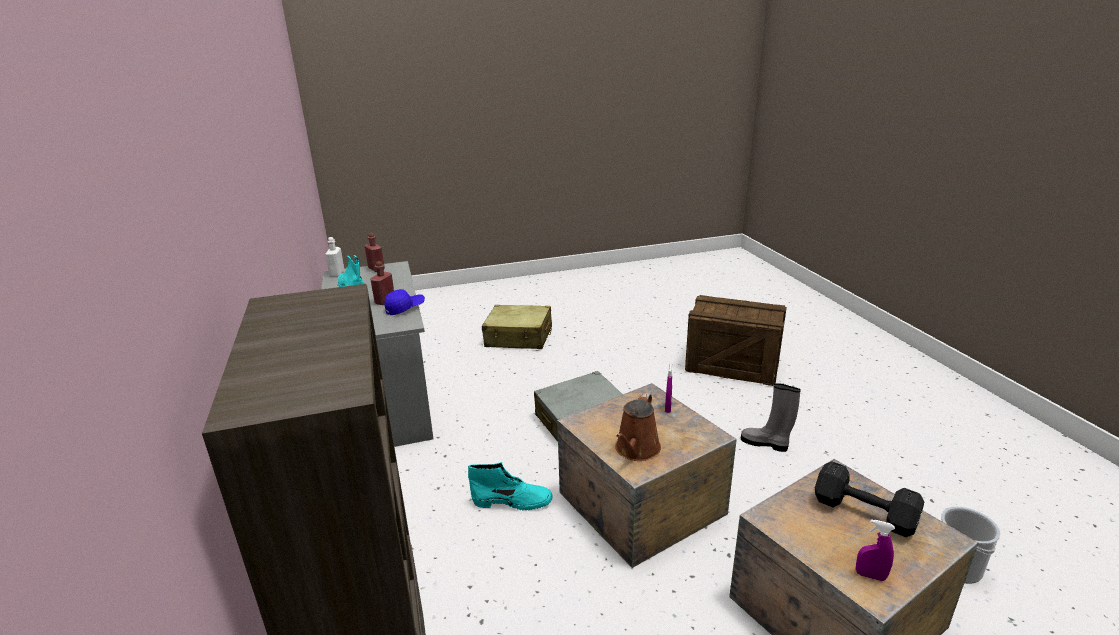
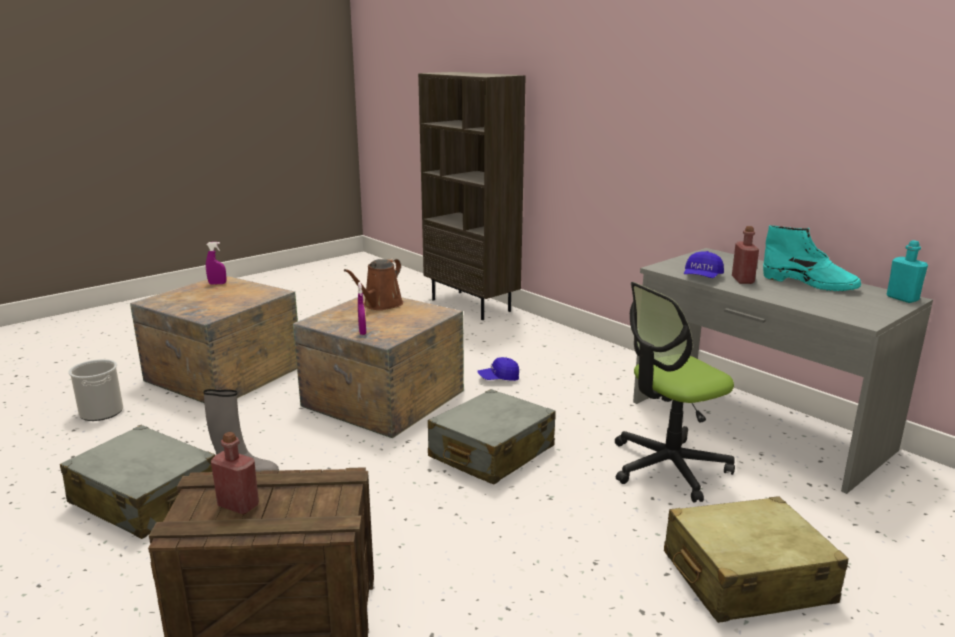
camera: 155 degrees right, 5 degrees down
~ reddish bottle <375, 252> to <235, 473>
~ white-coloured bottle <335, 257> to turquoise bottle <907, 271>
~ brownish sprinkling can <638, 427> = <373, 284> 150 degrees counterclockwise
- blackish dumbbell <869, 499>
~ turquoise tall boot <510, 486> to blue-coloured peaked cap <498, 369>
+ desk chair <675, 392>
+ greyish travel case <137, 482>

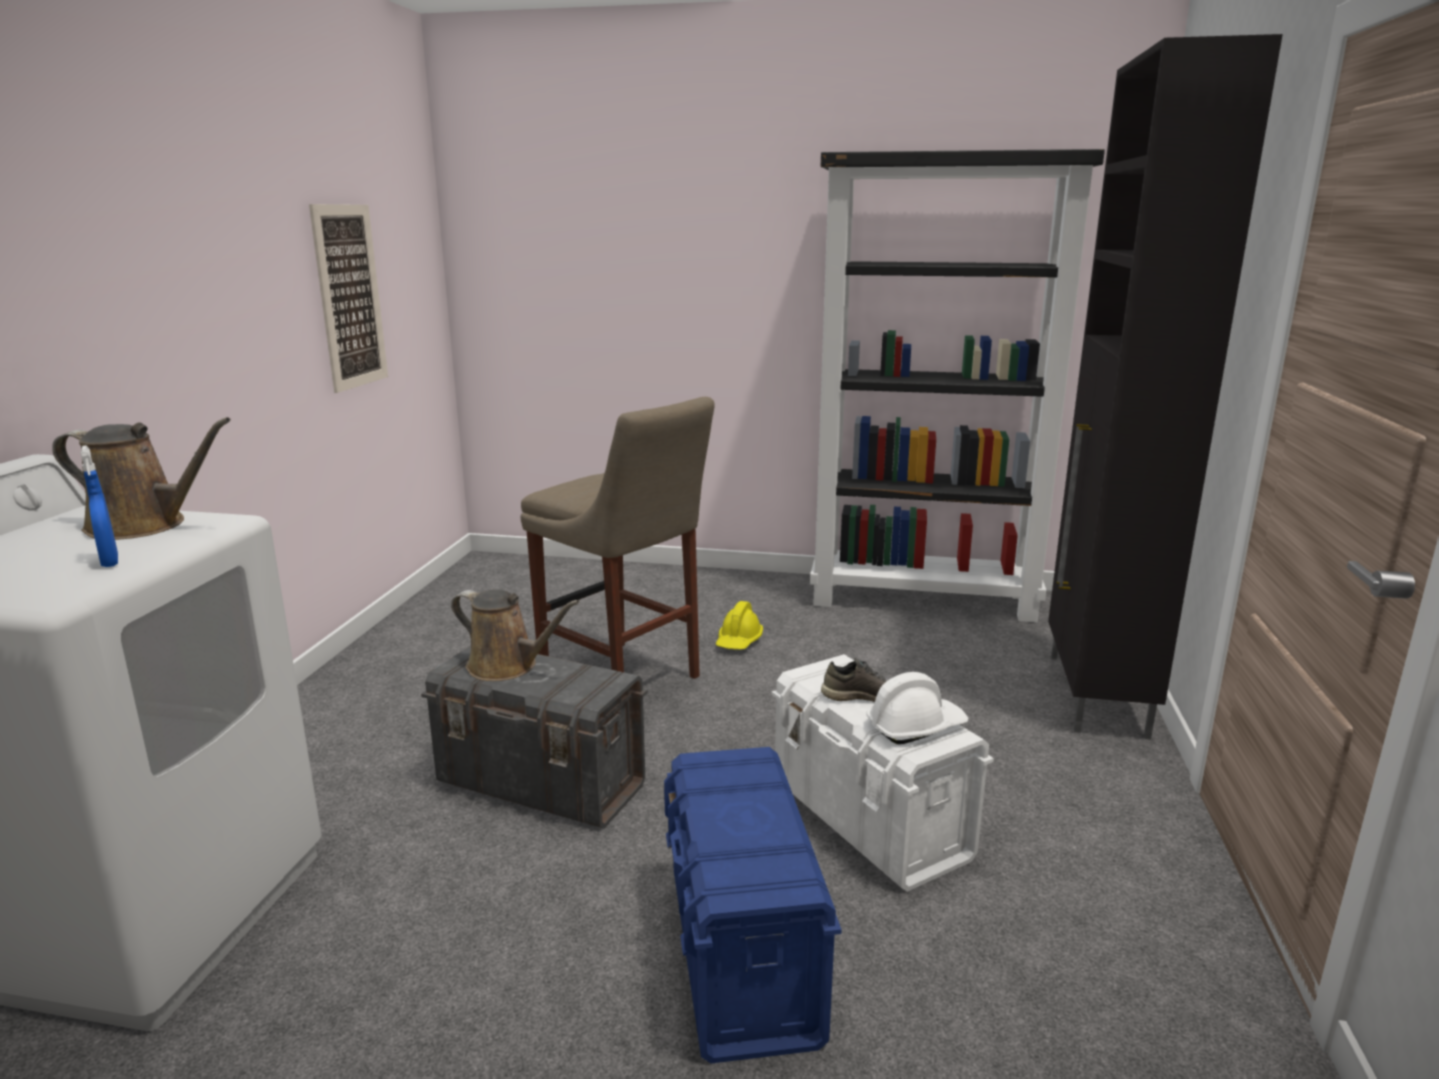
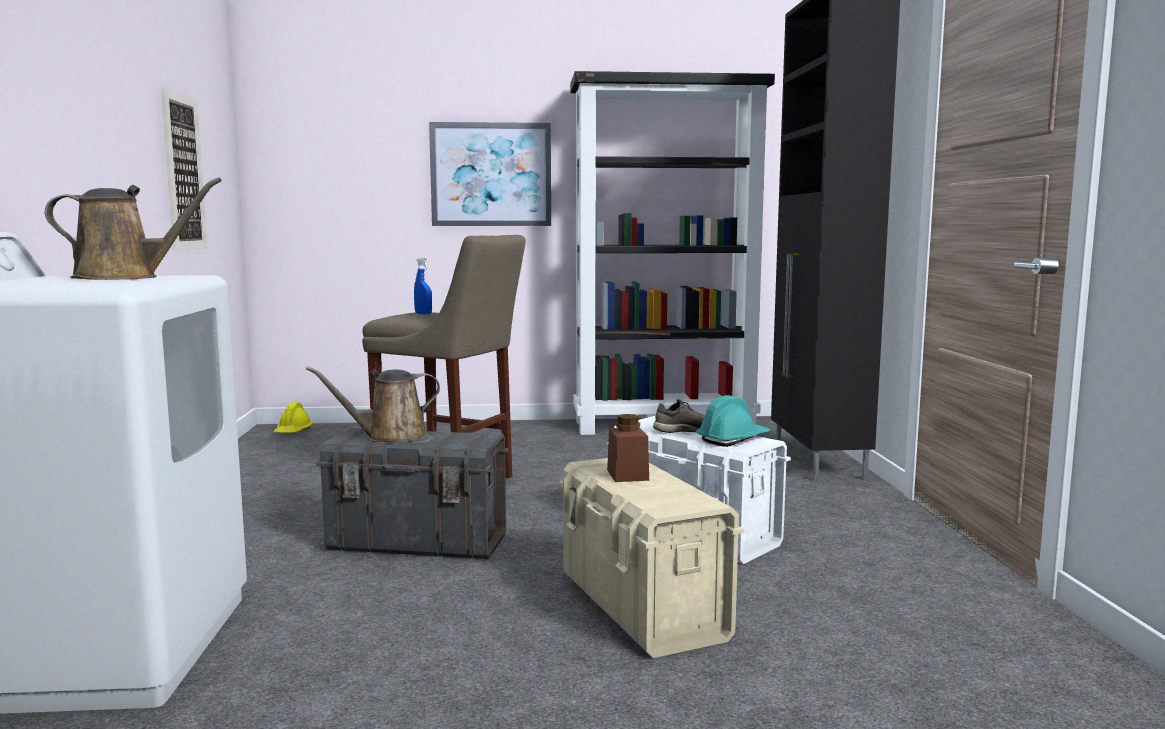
camera: 15 degrees left, 10 degrees down
~ blue-coloured hand sprayer <99, 506> to <423, 286>
~ brownish sprinkling can <515, 635> = <373, 404> 150 degrees clockwise
~ yellow work helmet <739, 625> to <293, 417>
~ white-coloured work helmet <917, 708> to turquoise work helmet <733, 421>
~ blue-coloured storage bin <753, 905> to beige storage bin <651, 558>
+ wall picture <490, 174>
+ brownish storage jar <628, 448>

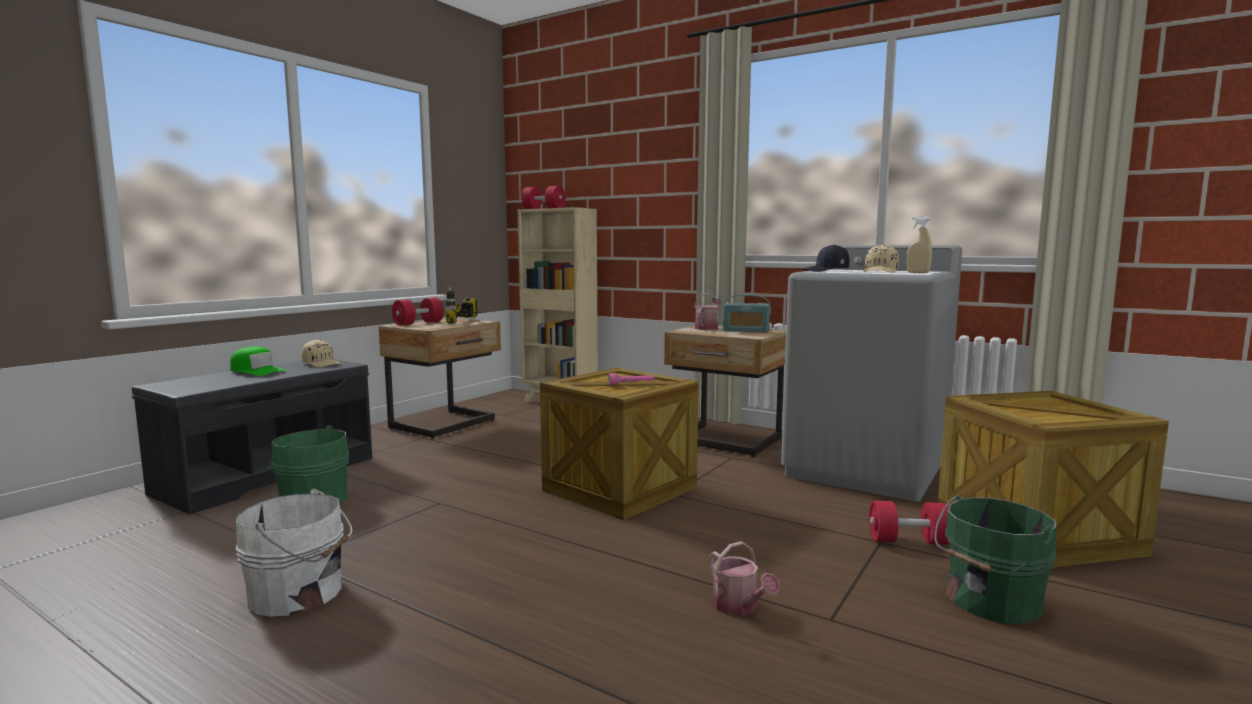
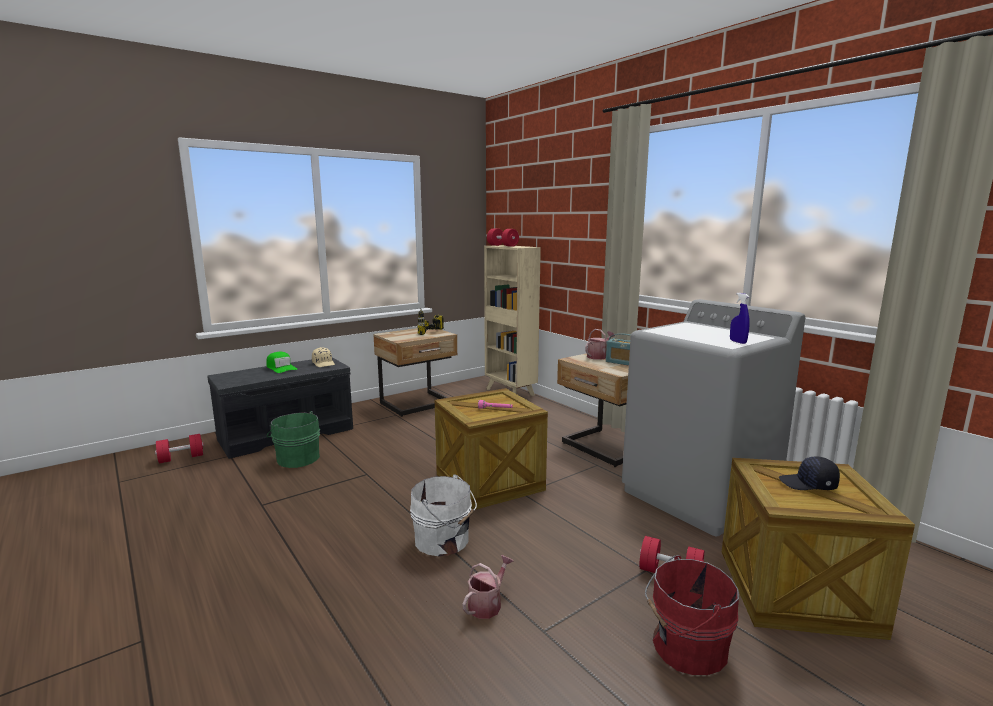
camera: 20 degrees right, 5 degrees up
~ beige hand sprayer <919, 244> to blue-coloured hand sprayer <740, 318>
~ blackish peaked cap <825, 258> to <809, 473>
- beige peaked cap <881, 259>
~ reddish dumbbell <418, 312> to <179, 448>
~ white-coloured water bucket <293, 552> to <443, 515>
~ green water bucket <996, 559> to reddish water bucket <692, 615>
~ sprinkling can <744, 578> = <487, 587> 135 degrees counterclockwise

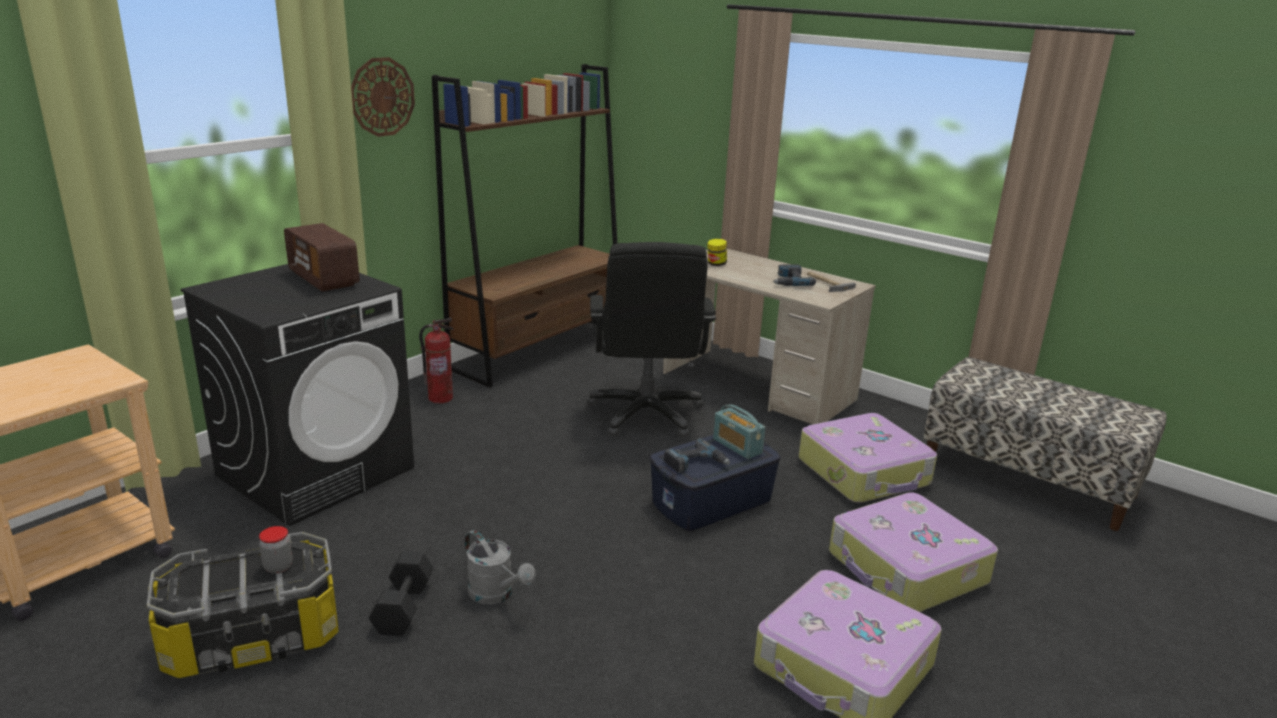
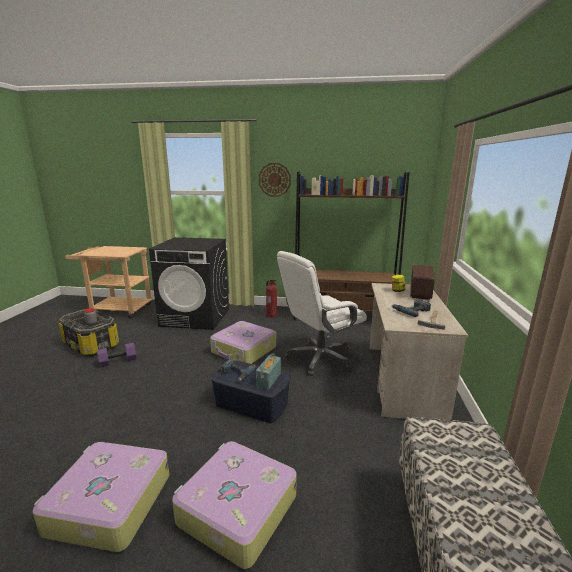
camera: 60 degrees right, 5 degrees down
~ radio receiver <321, 257> to <422, 282>
~ blackish desk chair <651, 340> to white-coloured desk chair <322, 313>
~ travel case <868, 458> to <243, 342>
- greyish sprinkling can <500, 567>
~ blackish dumbbell <401, 593> to purple-coloured dumbbell <117, 355>

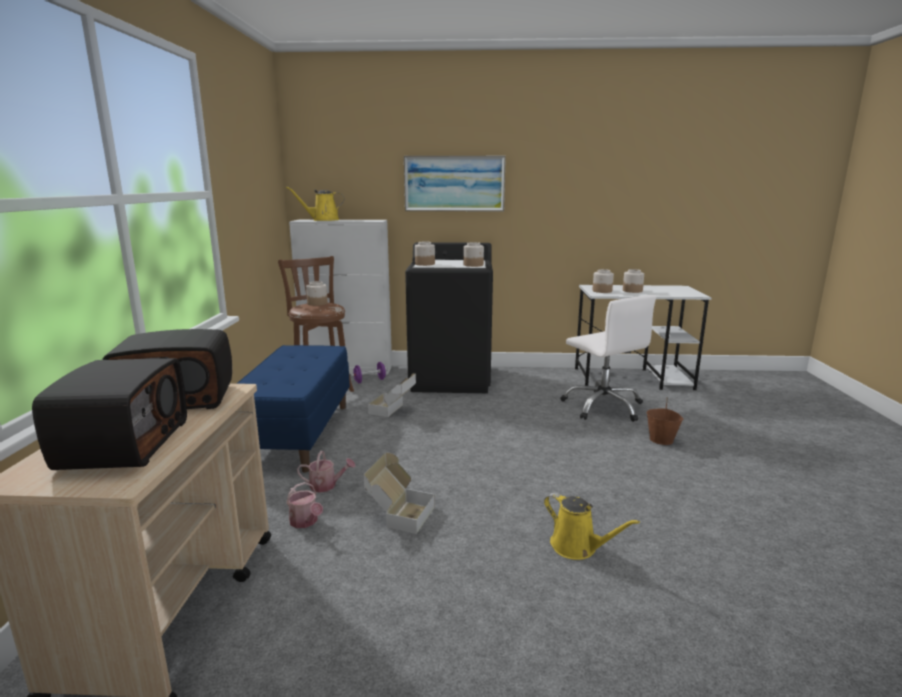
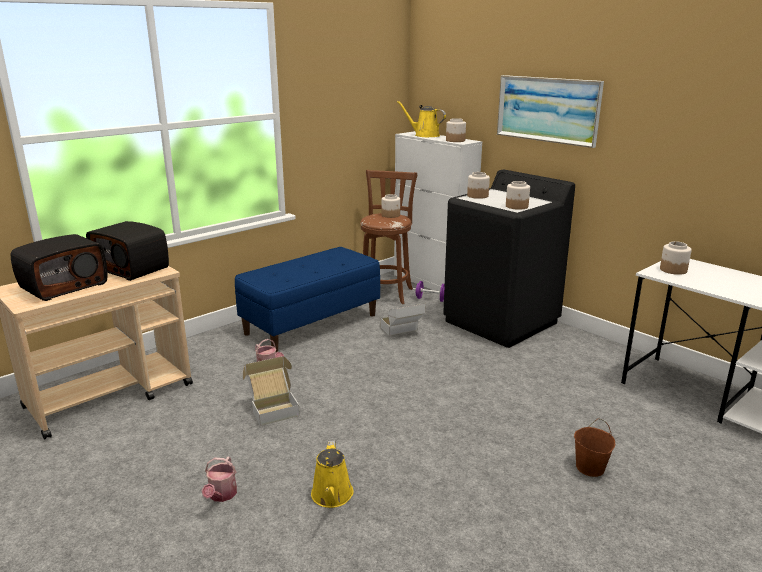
camera: 45 degrees right, 5 degrees up
~ storage jar <633, 281> to <456, 130>
- white-coloured desk chair <608, 358>
~ sprinkling can <304, 505> to <219, 479>

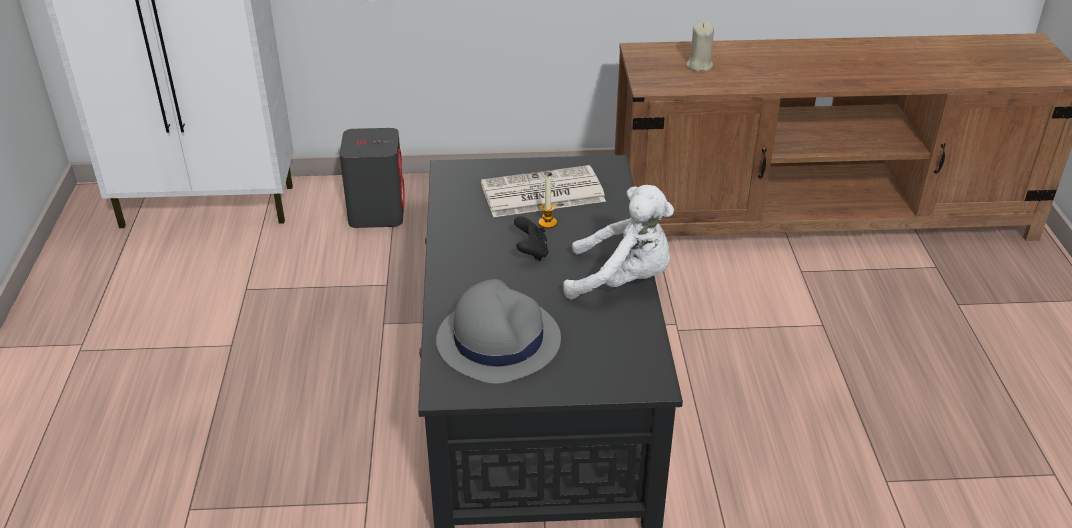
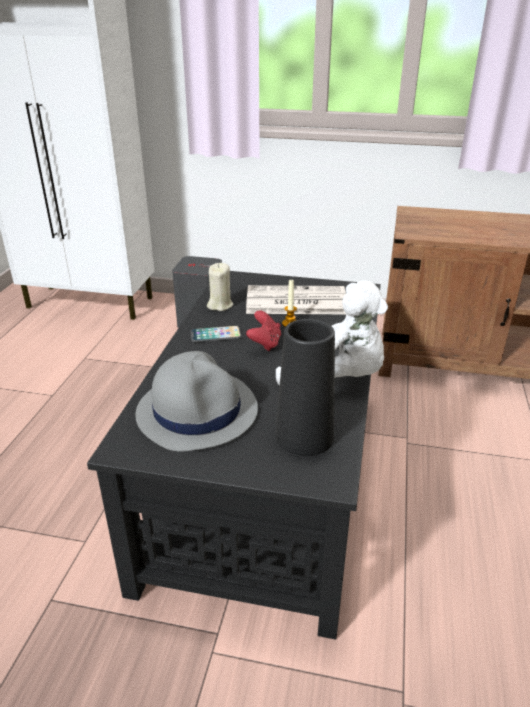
camera: 15 degrees right, 5 degrees down
~ beige wax light <700, 46> to <220, 287>
~ blackish game controller <531, 238> to reddish game controller <263, 331>
+ blackish decorative vase <305, 387>
+ handset <216, 334>

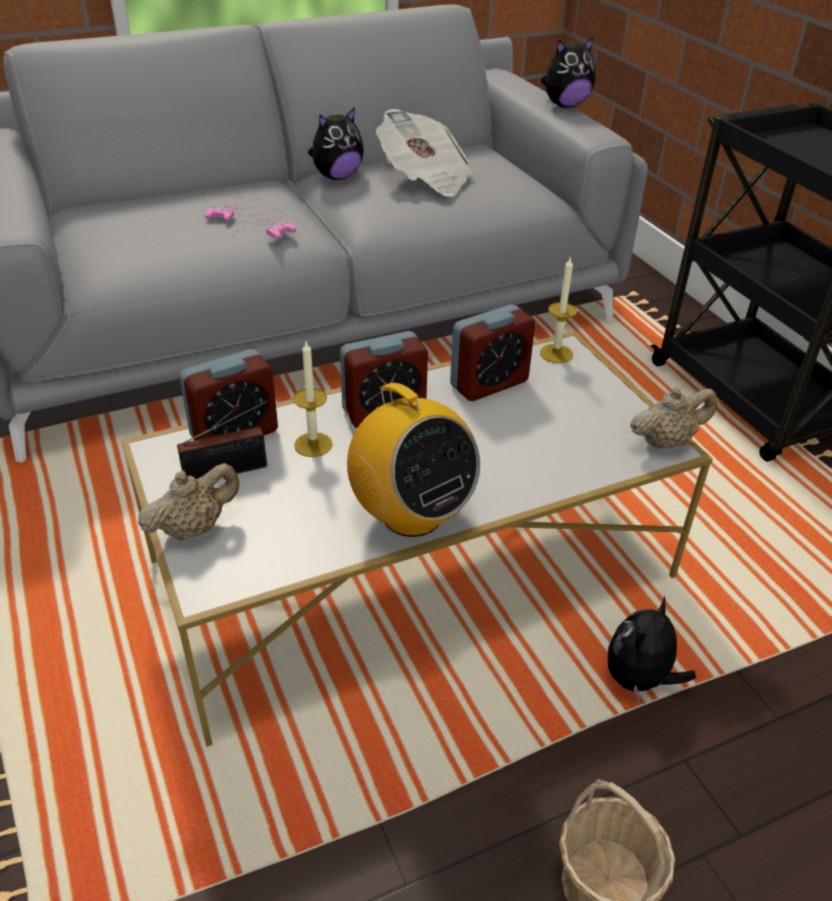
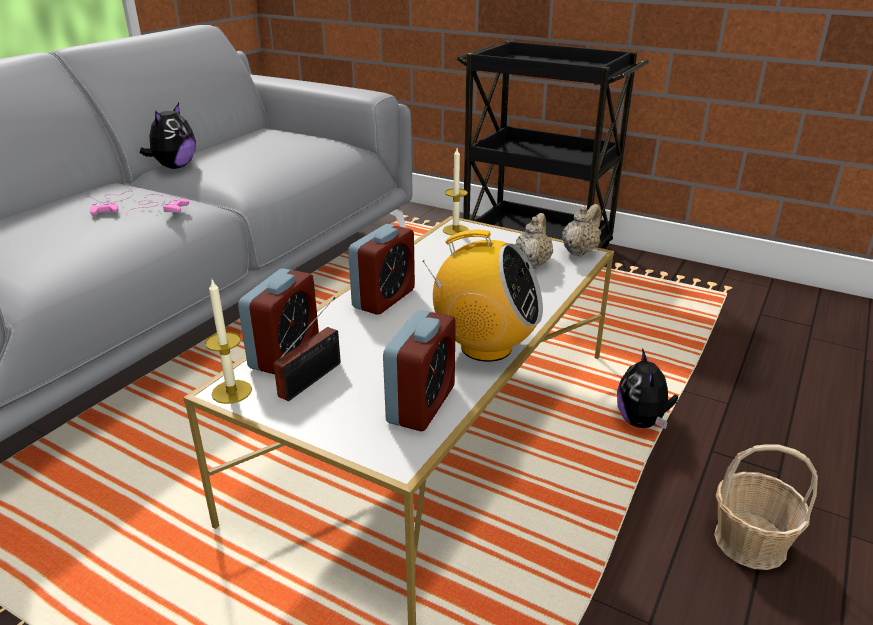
camera: 35 degrees left, 10 degrees down
- soft toy <568, 72>
- daily paper <425, 153>
~ alarm clock <492, 352> to <419, 370>
~ wax light <313, 399> to <228, 342>
~ beige teapot <189, 502> to <534, 241>

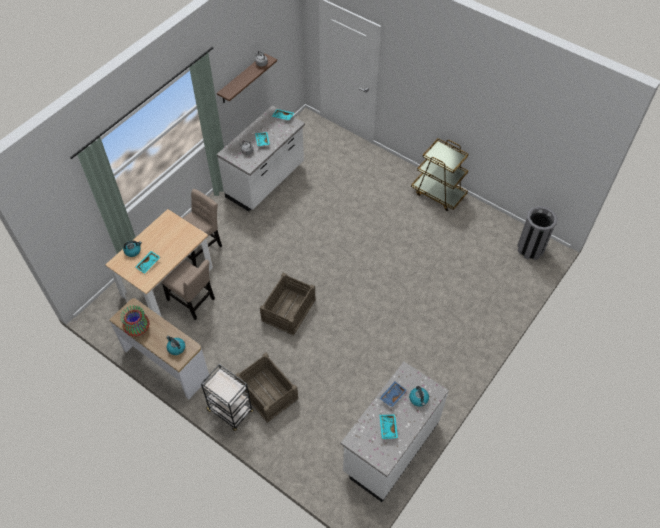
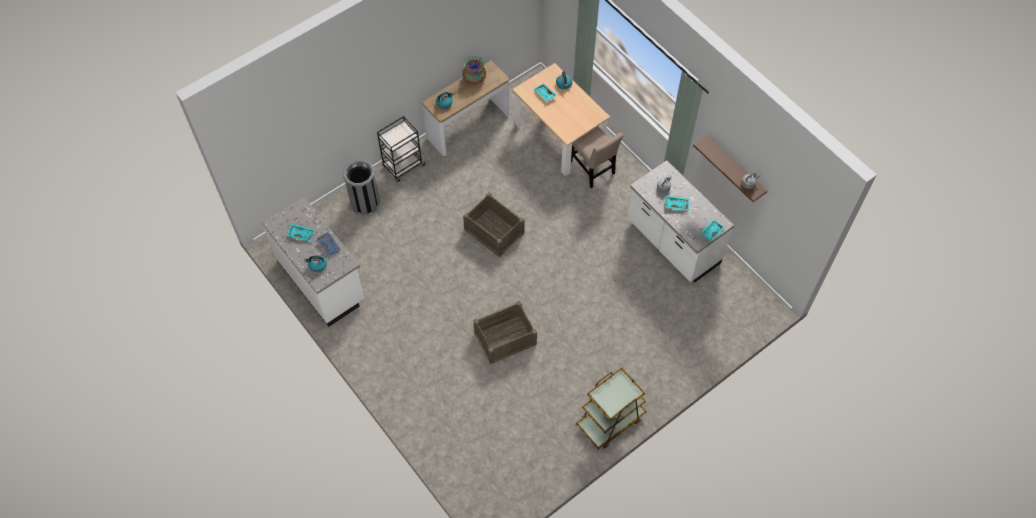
camera: 105 degrees right, 5 degrees up
~ greyish rubbish bin <537, 233> to <361, 187>
- beige chair <188, 290>
~ shipping crate <266, 388> to <505, 332>

